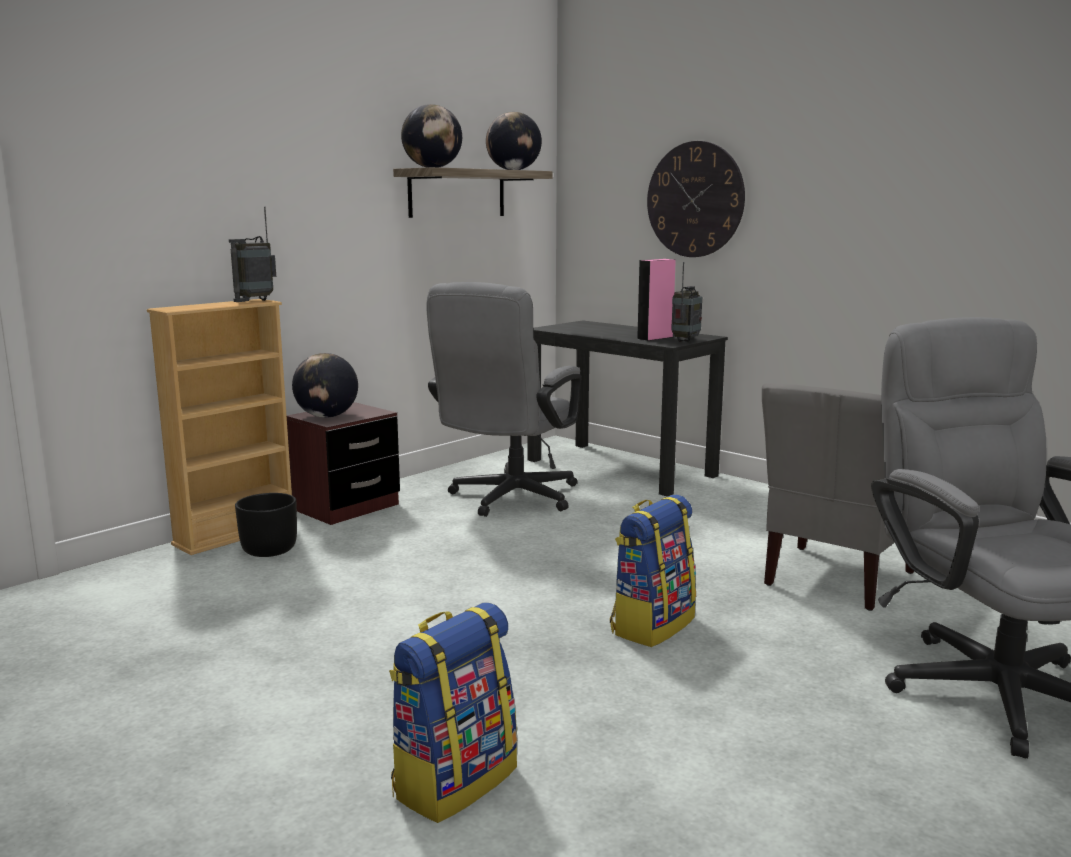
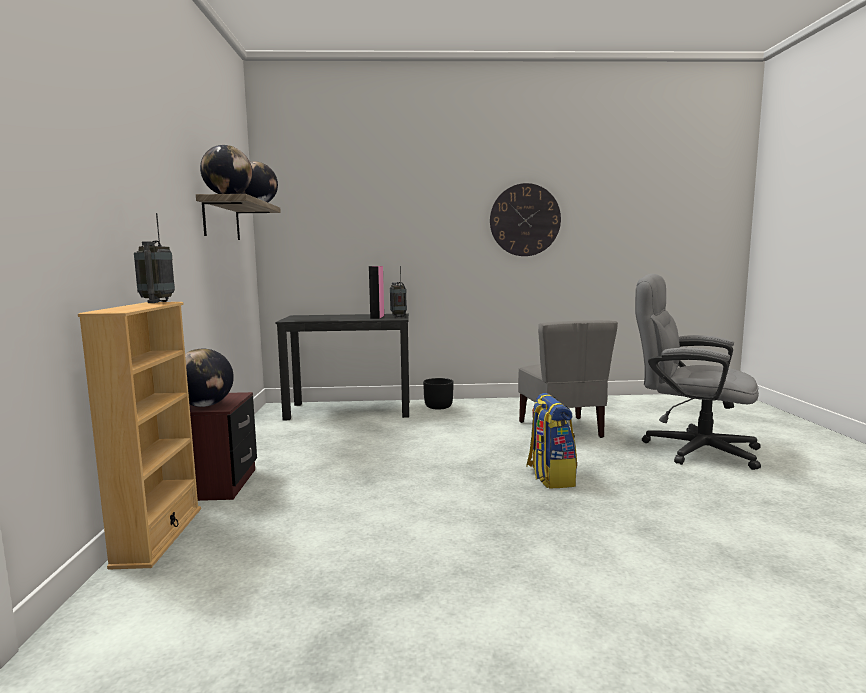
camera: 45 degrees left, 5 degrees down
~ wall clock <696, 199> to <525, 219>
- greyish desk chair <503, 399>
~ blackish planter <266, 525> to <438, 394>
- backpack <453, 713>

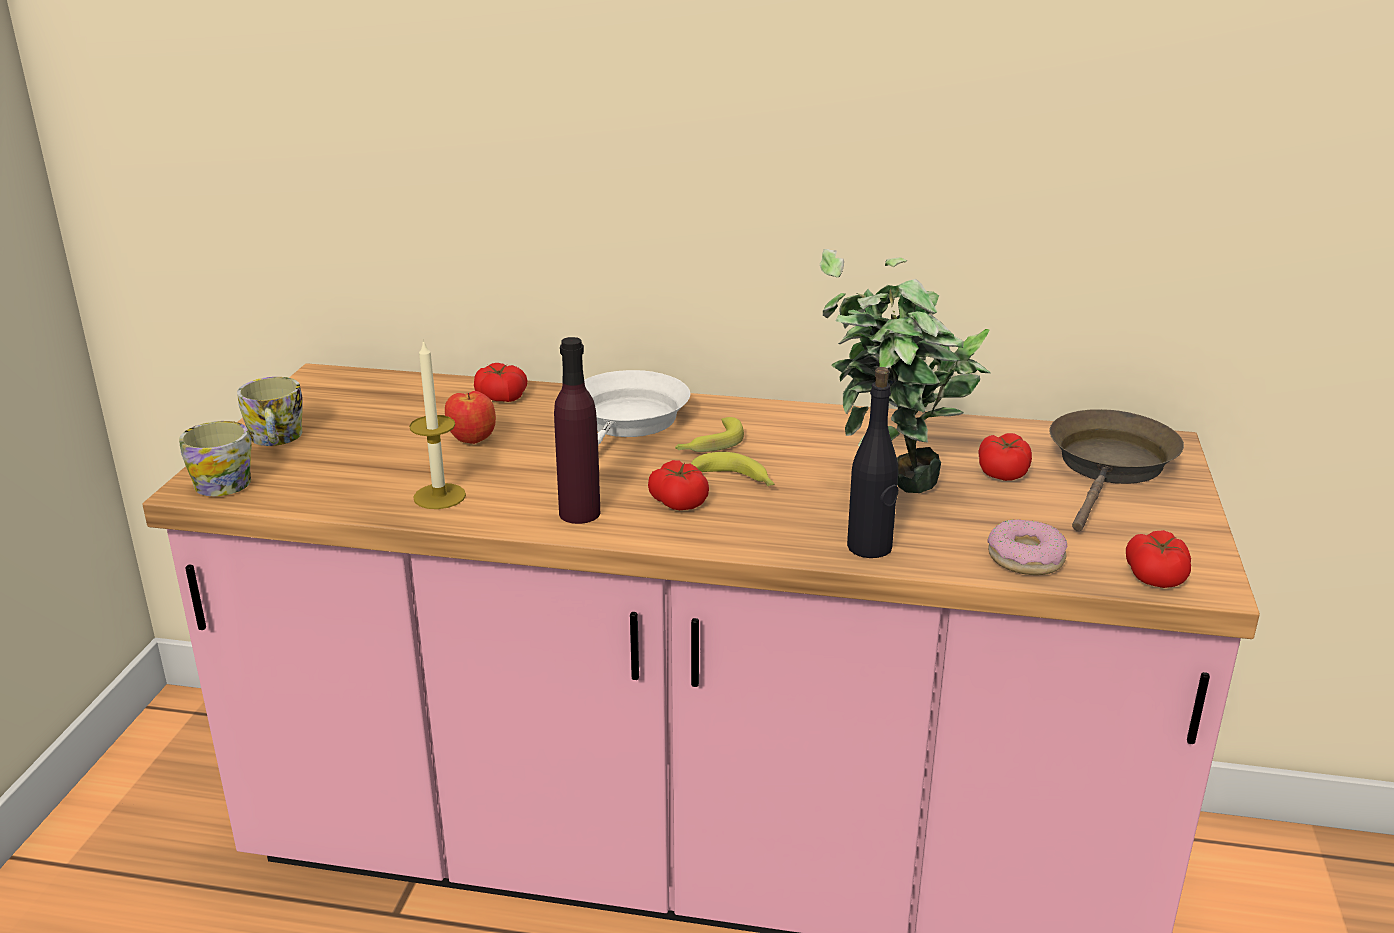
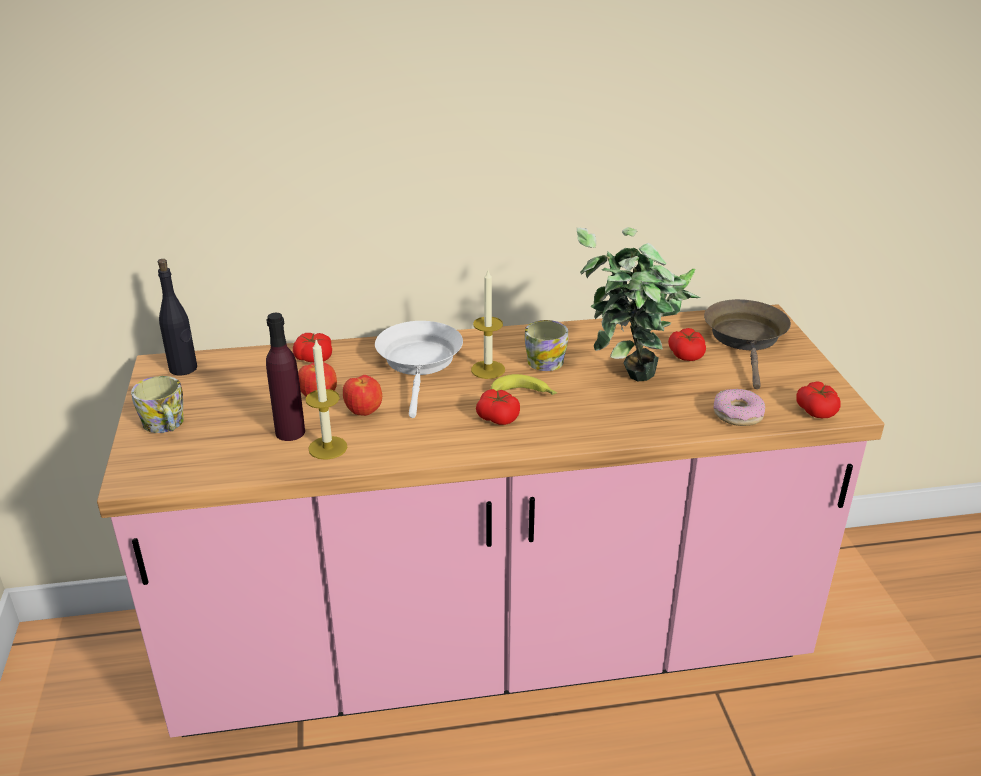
camera: 20 degrees left, 5 degrees up
~ purple-coloured bottle <577, 430> to <285, 377>
~ blackish bottle <872, 462> to <177, 317>
~ banana fruit <709, 434> to wax light <488, 324>
~ coffee mug <215, 458> to <546, 345>
+ apple <362, 395>

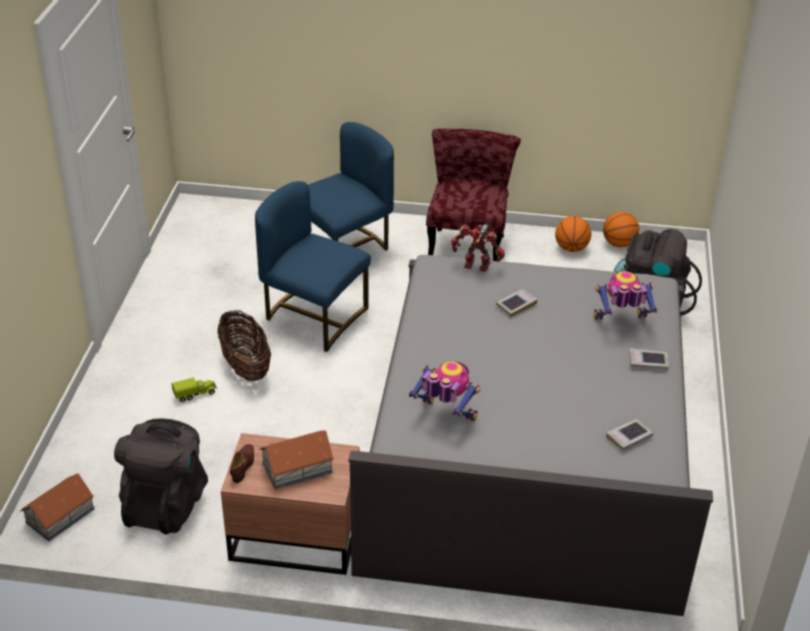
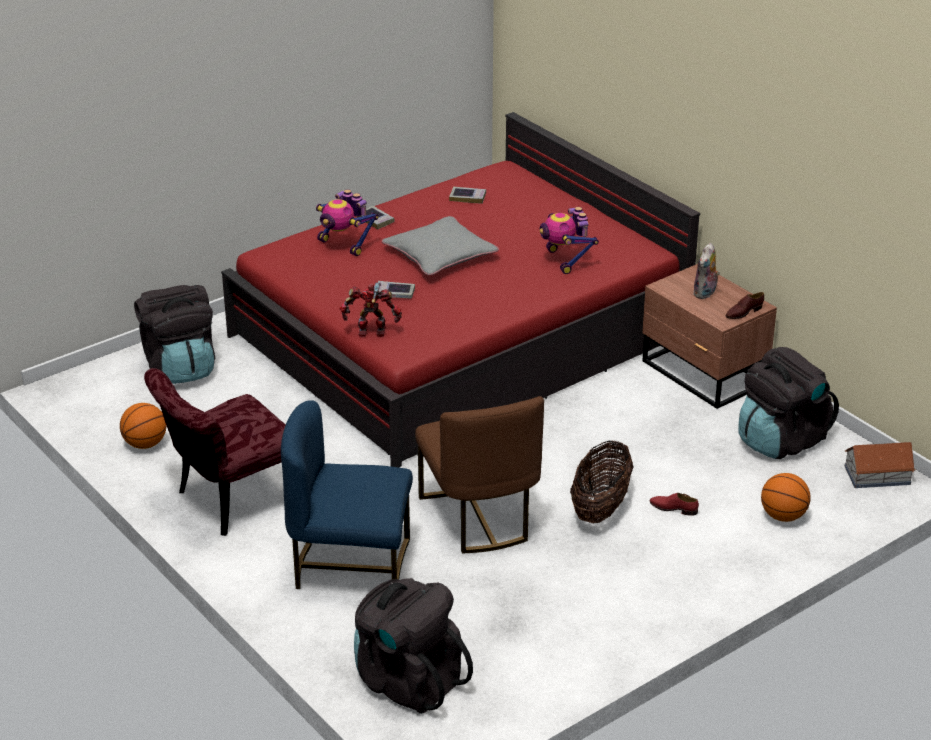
camera: 135 degrees left, 5 degrees down
~ blue-coloured chair <313, 266> to brownish chair <479, 475>
~ basketball ball <621, 229> to <786, 497>
~ robot figure <478, 247> = <371, 310> 120 degrees clockwise
~ greyish bed <531, 435> to reddish bed <460, 289>
~ model truck <194, 390> to reddish low shoe <674, 504>
~ miniature house <296, 460> to soft toy <706, 271>
+ greyish cushion <440, 245>
+ blackish backpack <413, 646>

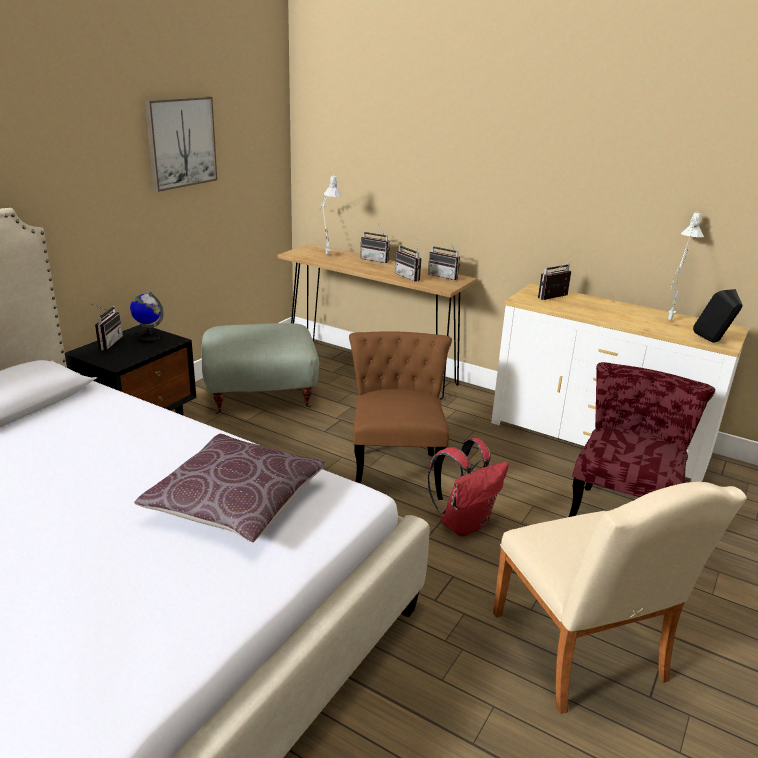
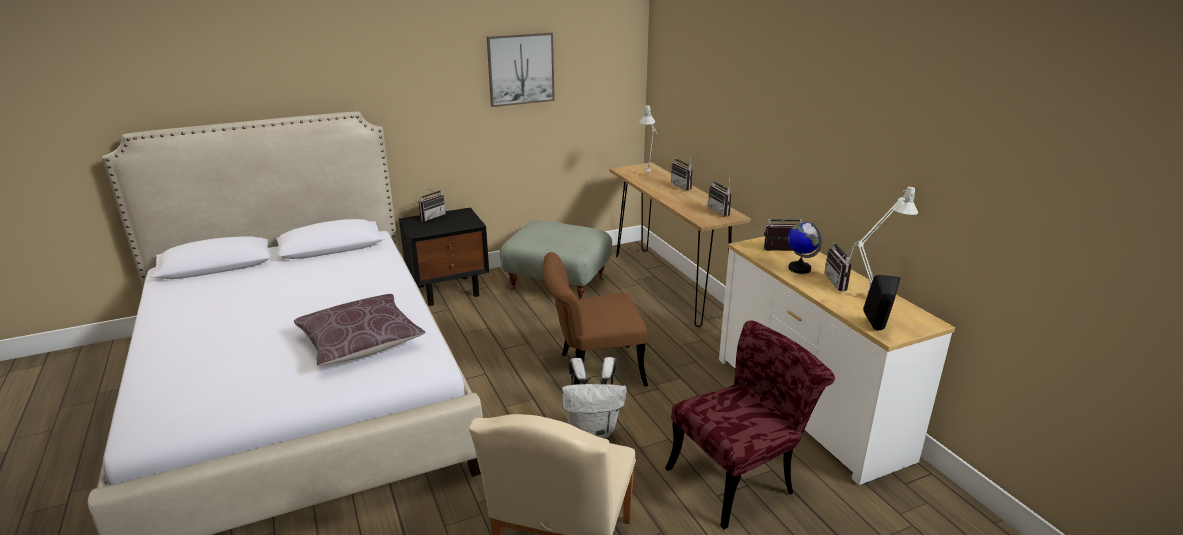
camera: 35 degrees right, 0 degrees up
~ radio receiver <408, 262> to <840, 266>
~ globe <147, 317> to <805, 248>
~ brownish chair <400, 415> = <595, 319> 135 degrees counterclockwise
~ reddish backpack <468, 487> to white-coloured backpack <594, 397>

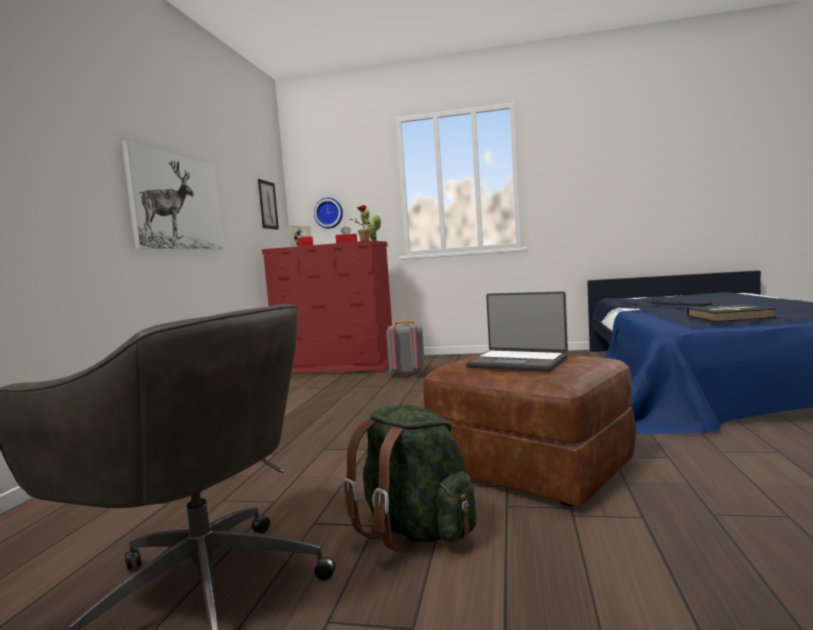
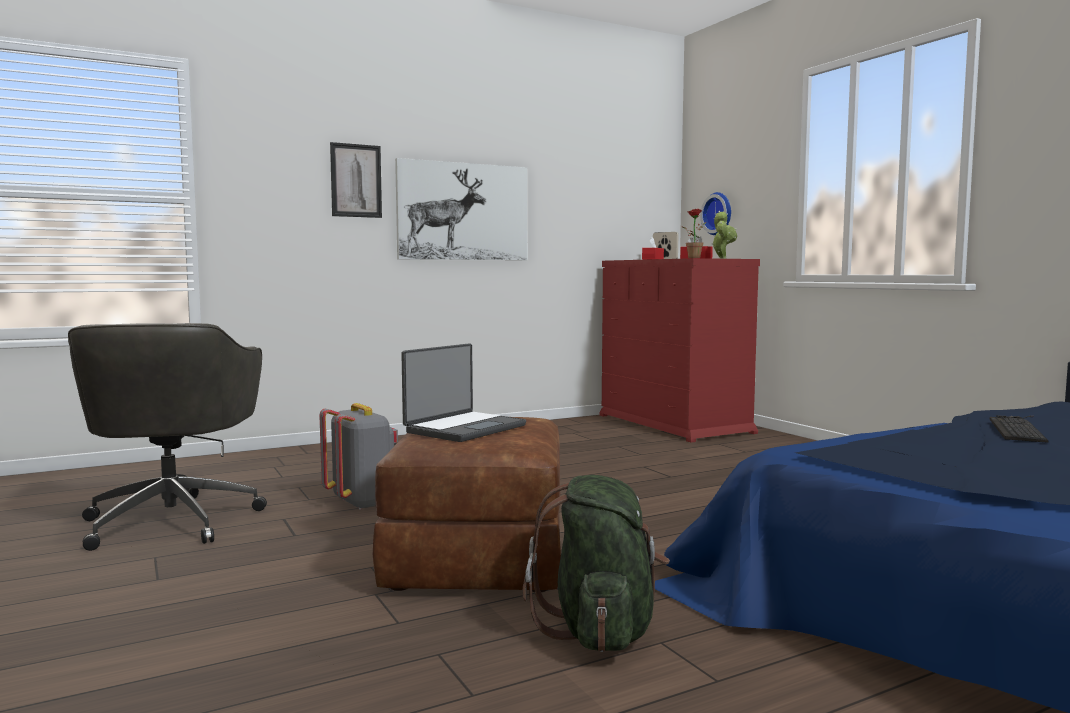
camera: 50 degrees right, 0 degrees up
~ wall picture <268, 204> to <356, 180>
~ notebook computer <517, 331> = <463, 393> 135 degrees counterclockwise
- volume <731, 313>
~ greyish backpack <405, 349> to <358, 456>
~ green backpack <409, 479> to <596, 563>

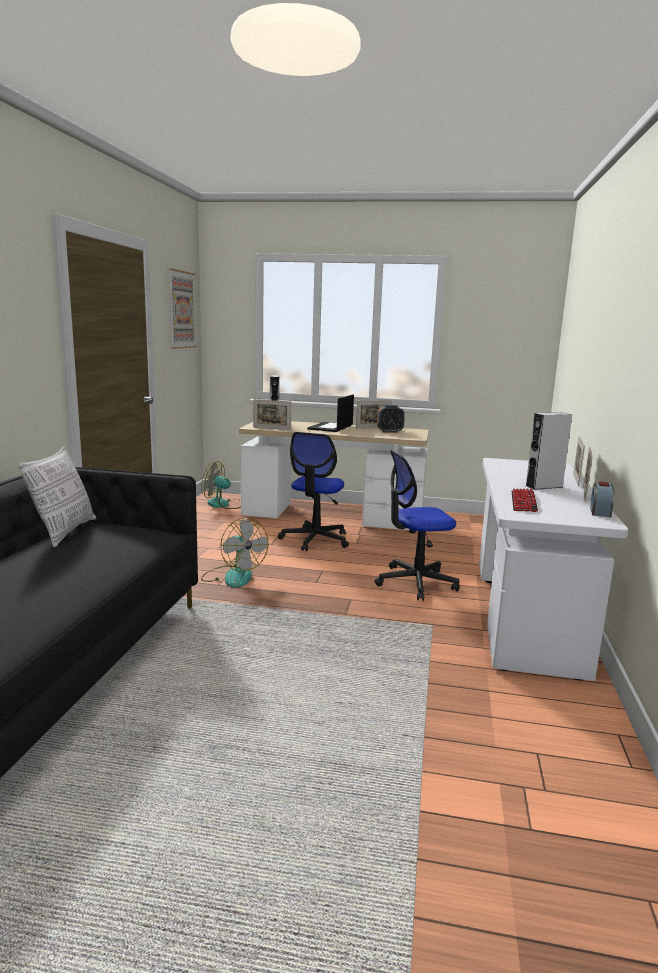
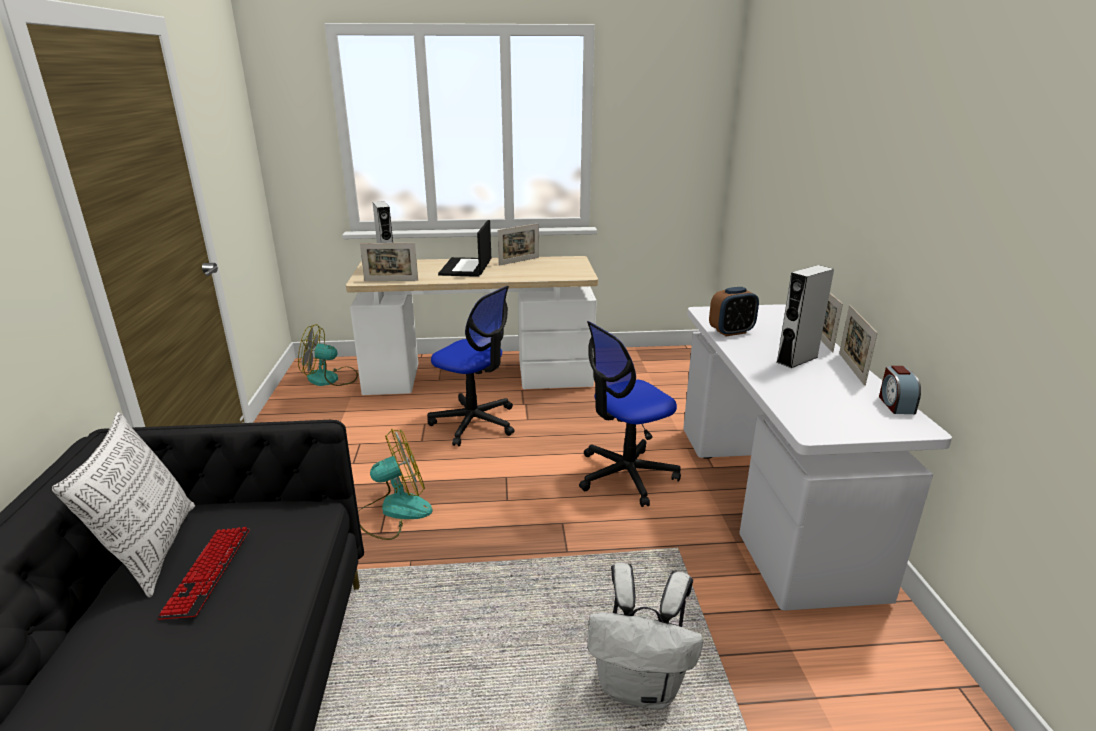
camera: 15 degrees left, 10 degrees up
- wall picture <183, 308>
~ alarm clock <391, 419> to <734, 311>
~ desk chair <313, 491> = <470, 366> 60 degrees counterclockwise
~ keyboard <524, 500> to <203, 573>
~ cooling fan <235, 552> = <395, 484> 60 degrees counterclockwise
+ white-coloured backpack <645, 636>

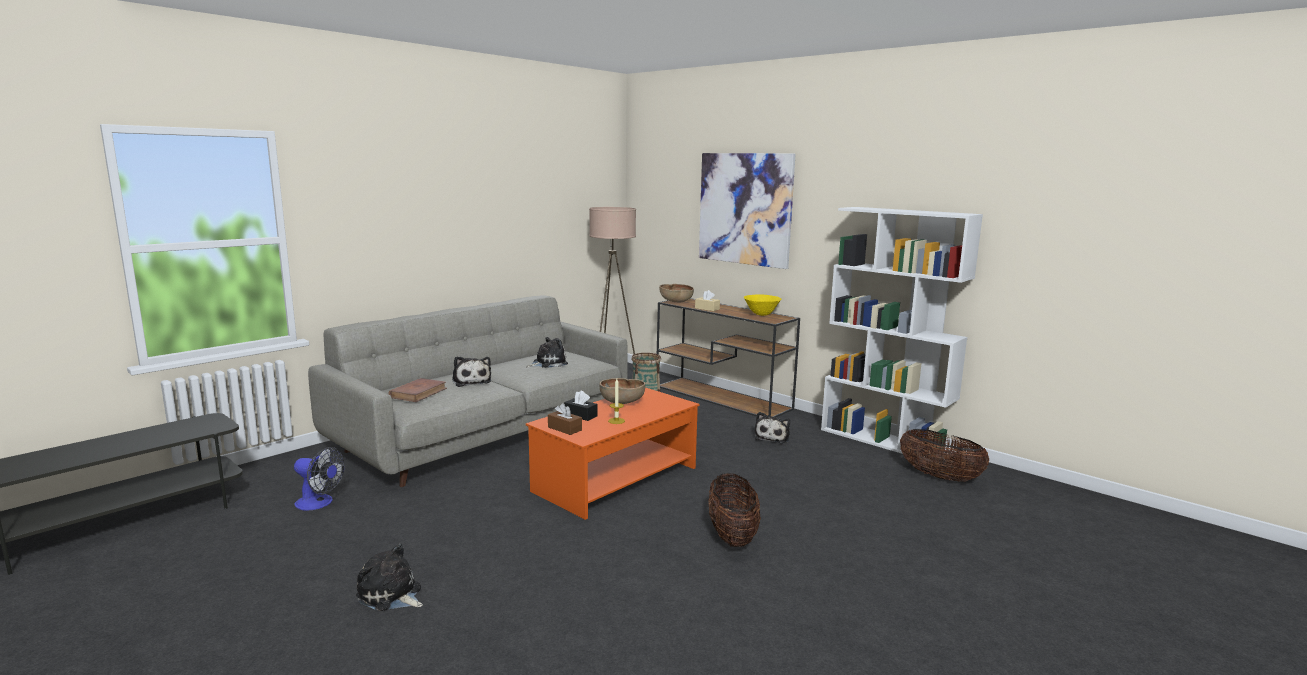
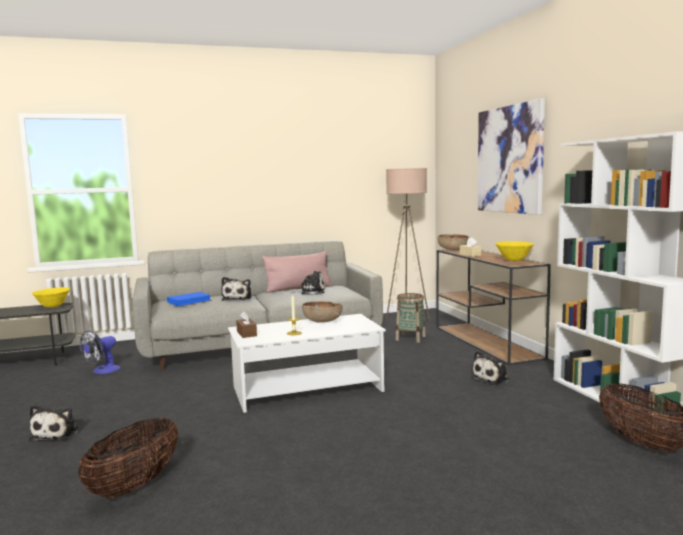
camera: 30 degrees right, 5 degrees down
~ brownish volume <418, 390> to blue-coloured volume <189, 299>
~ orangey coffee table <613, 454> to white-coloured coffee table <307, 363>
- blackish box of tissues <580, 406>
~ cooling fan <319, 479> = <100, 352> 75 degrees clockwise
~ storage basket <735, 510> to <128, 458>
~ soft toy <389, 577> = <54, 423> 150 degrees counterclockwise
+ pinkish cushion <297, 272>
+ yellow deep dish <51, 297>

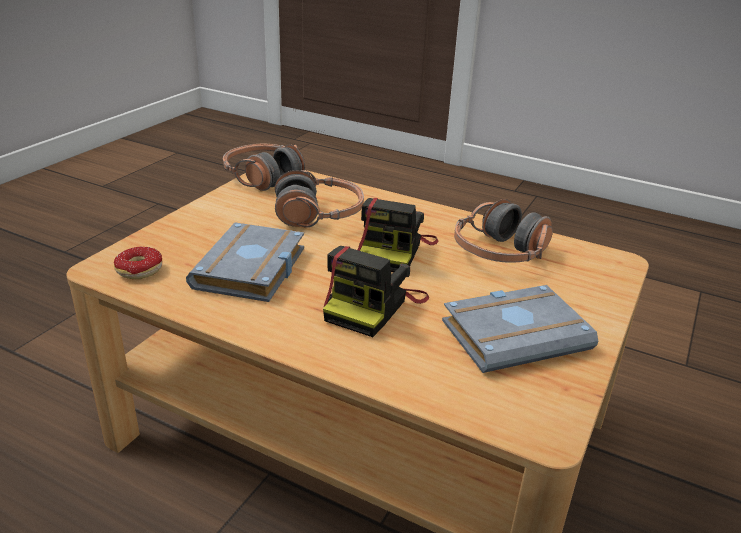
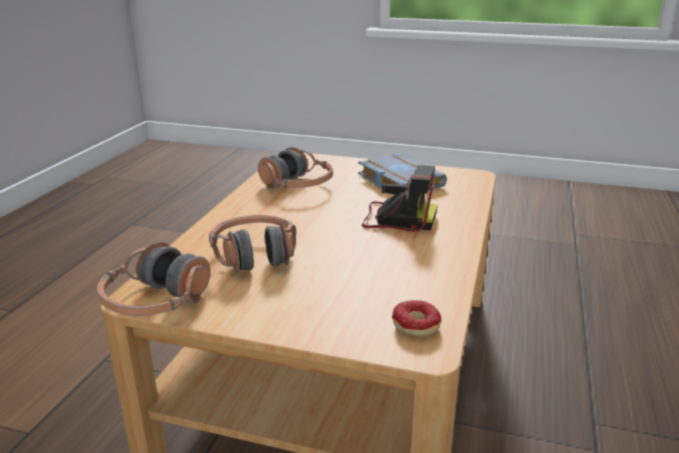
camera: 100 degrees left, 5 degrees down
- still camera <397, 235>
- greyish volume <245, 262>

